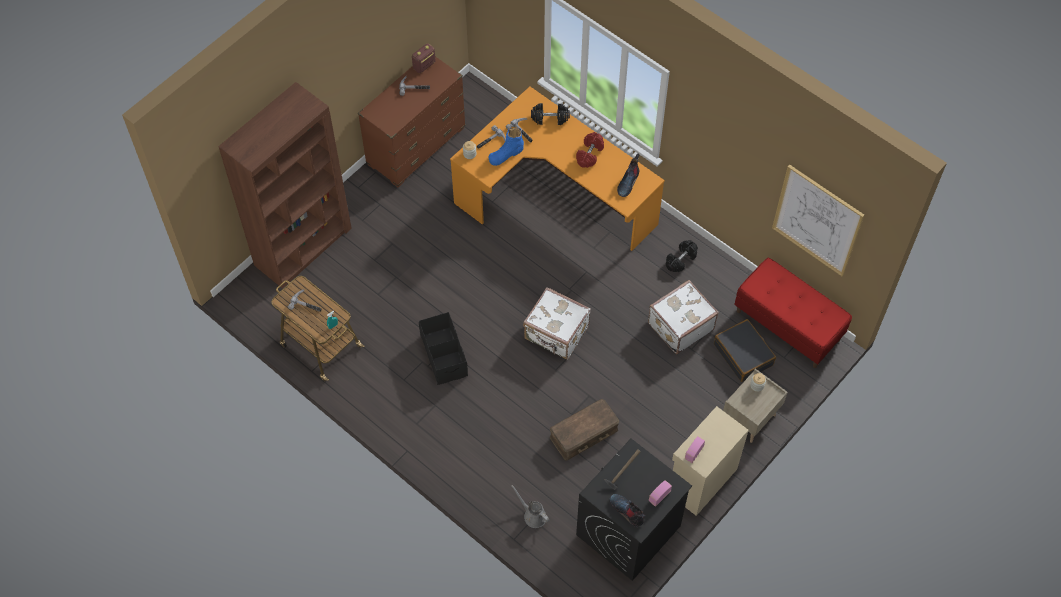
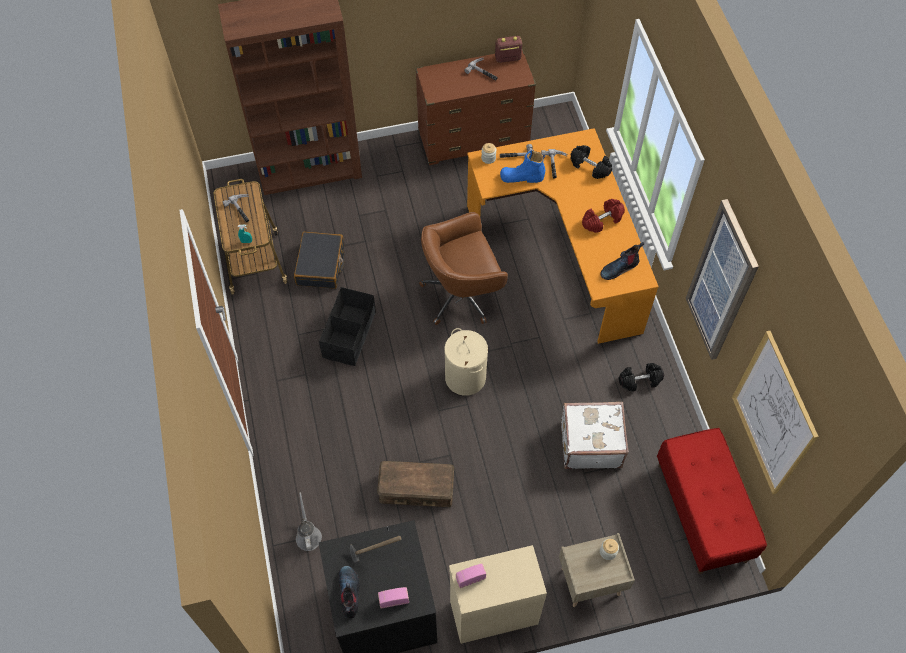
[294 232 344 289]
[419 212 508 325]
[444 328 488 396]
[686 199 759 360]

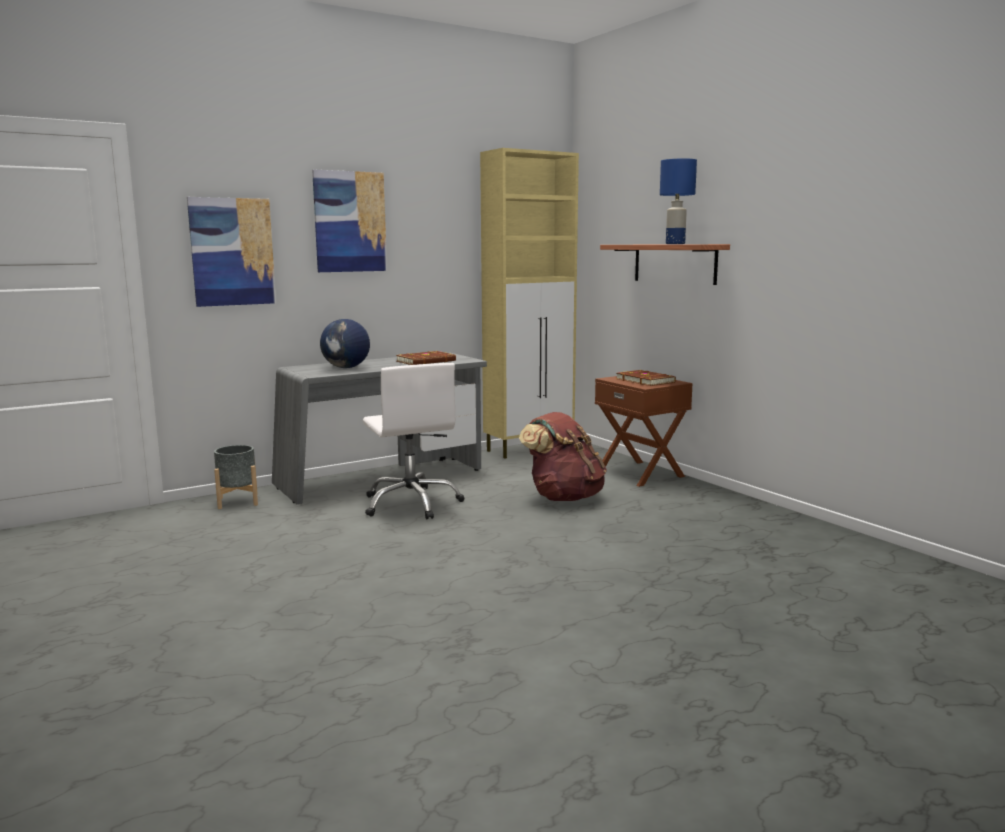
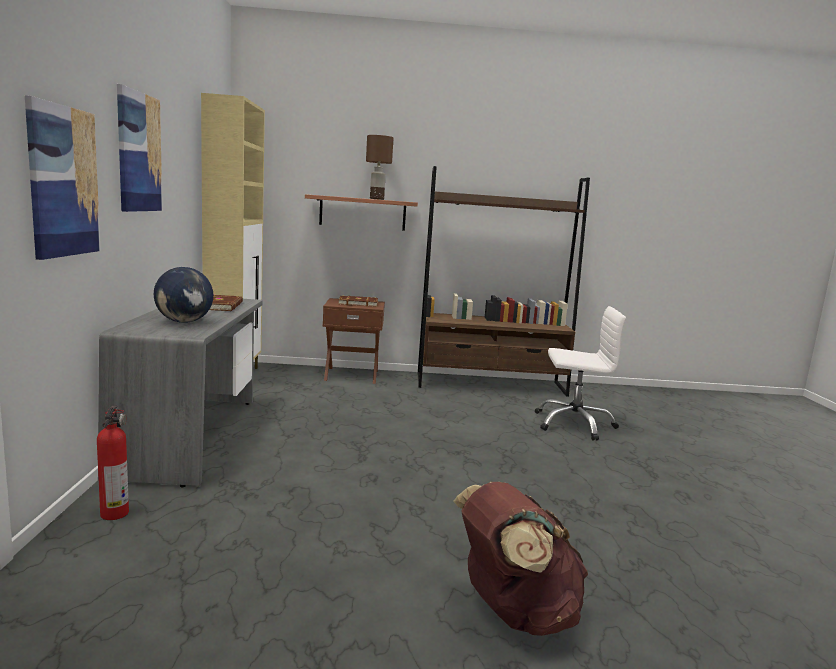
[97 405 129 520]
[366 135 393 200]
[418 166 590 397]
[453 482 588 636]
[535 306 626 440]

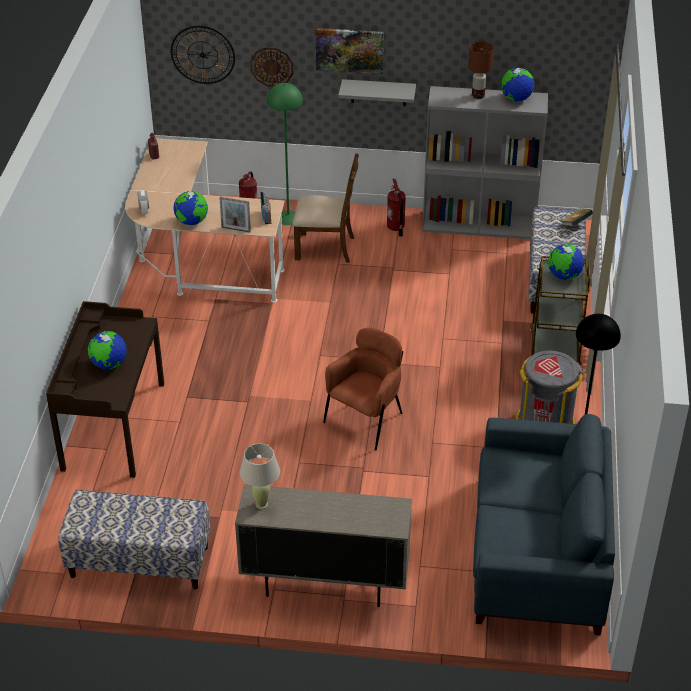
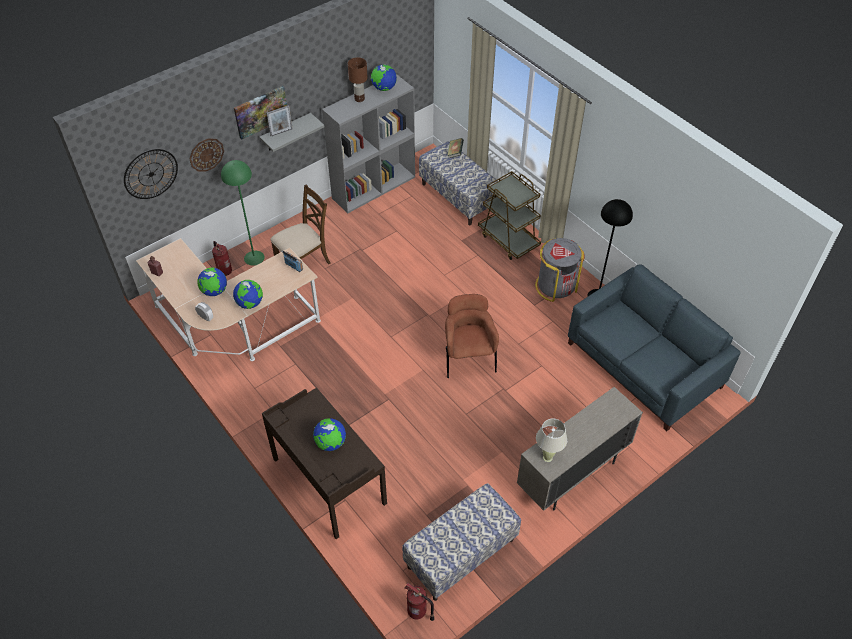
[197 268 227 296]
[267 105 293 136]
[404 583 434 621]

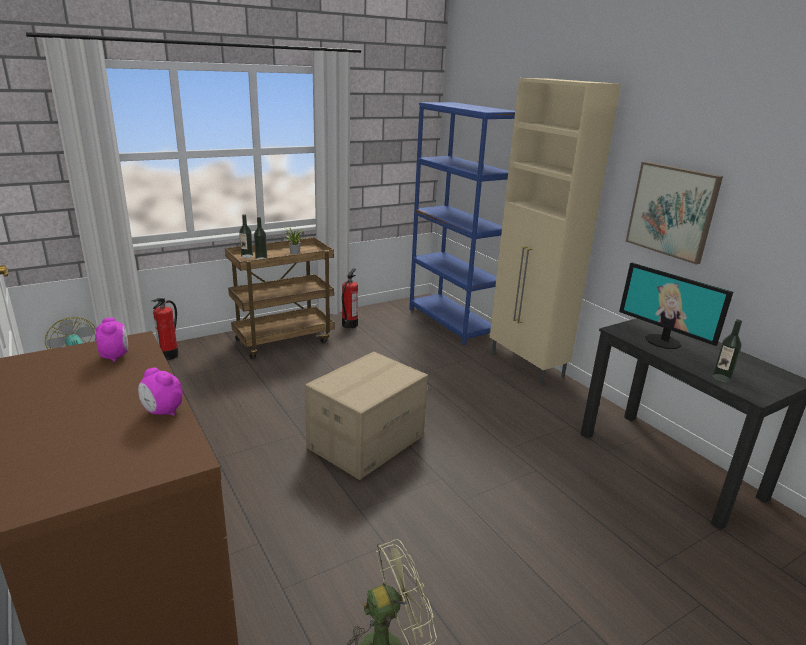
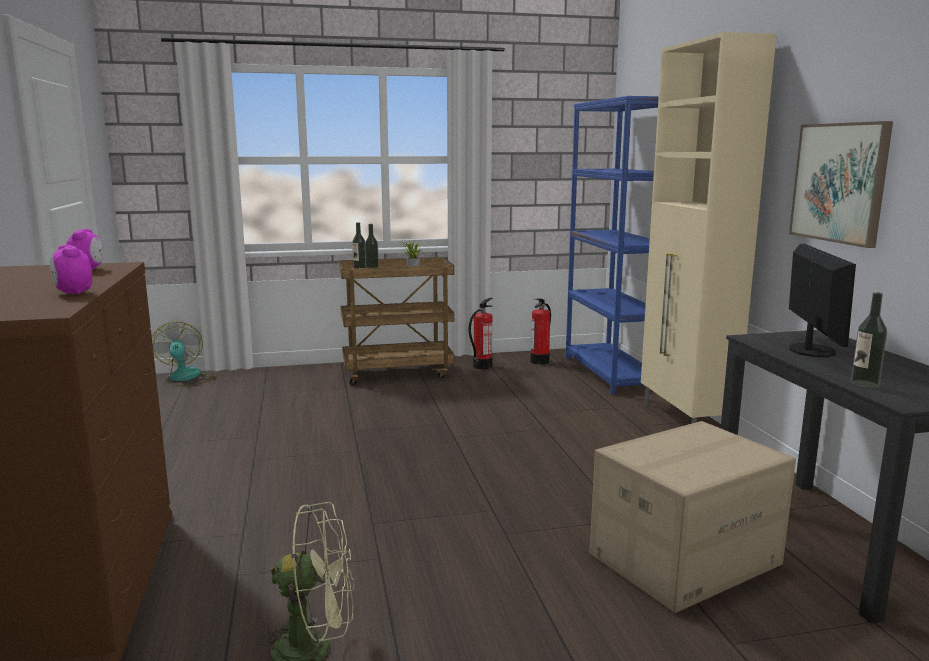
[530 298 551 365]
[590 421 796 613]
[789 244 856 357]

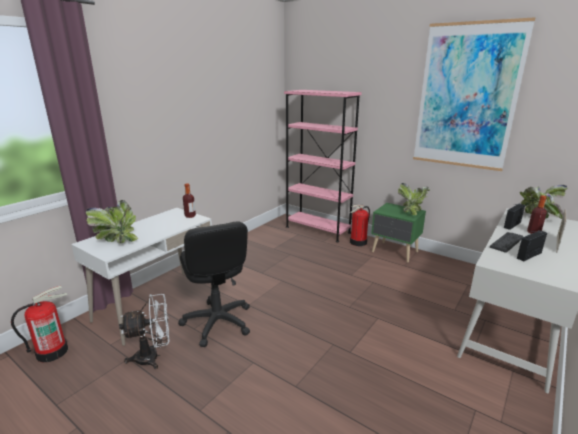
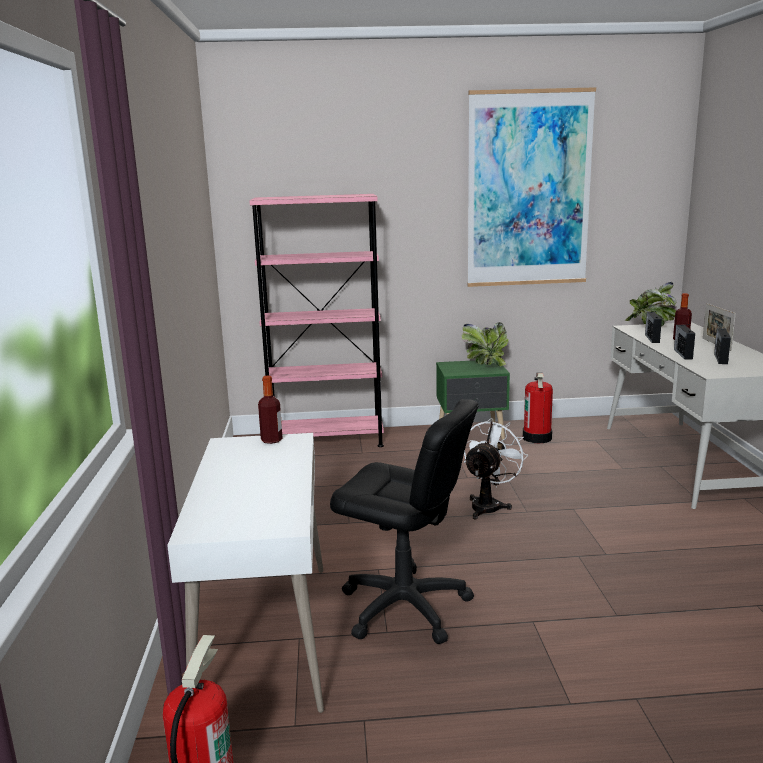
[464 418 528 520]
[523 373 553 443]
[674 324 695 359]
[86 200 138 243] (first image)

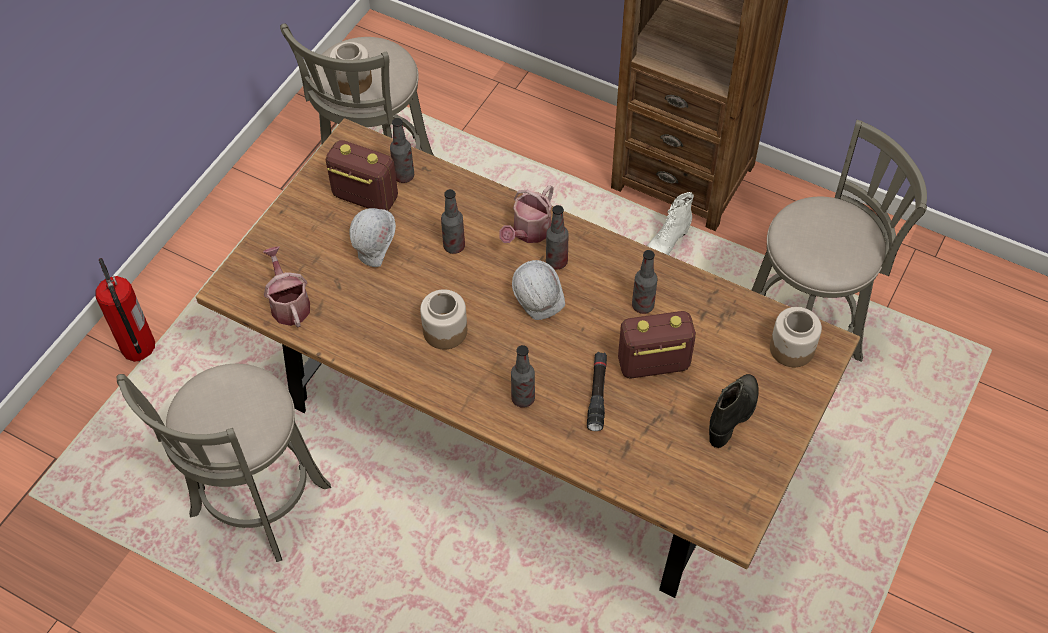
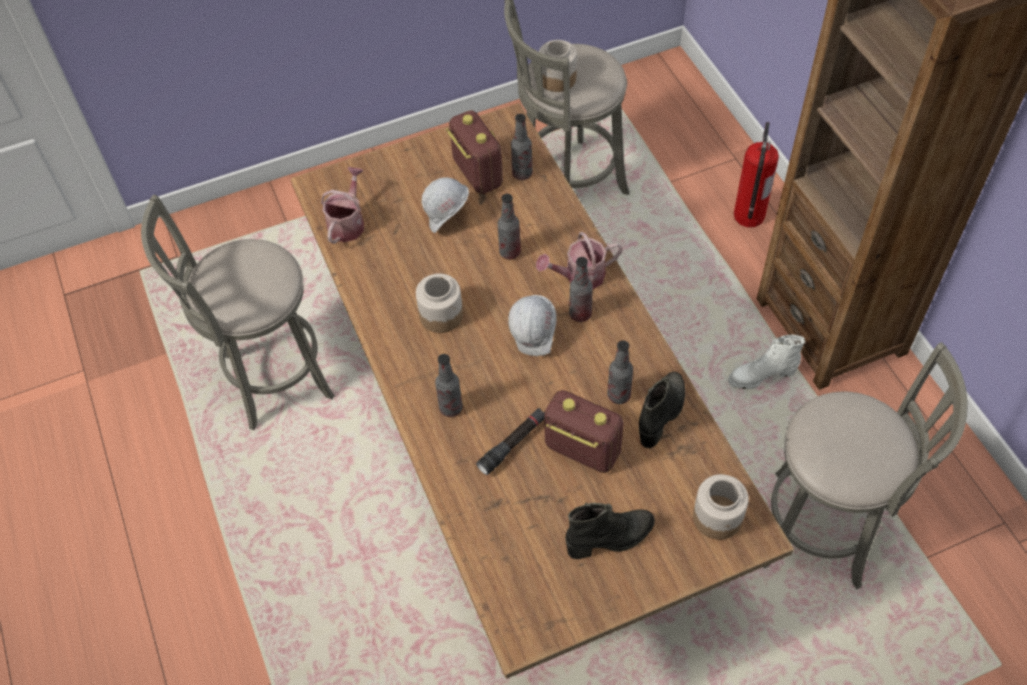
[639 372 685 448]
[734 122 779 227]

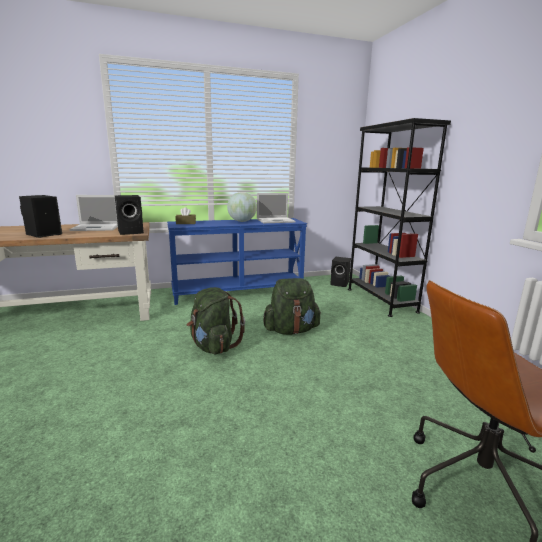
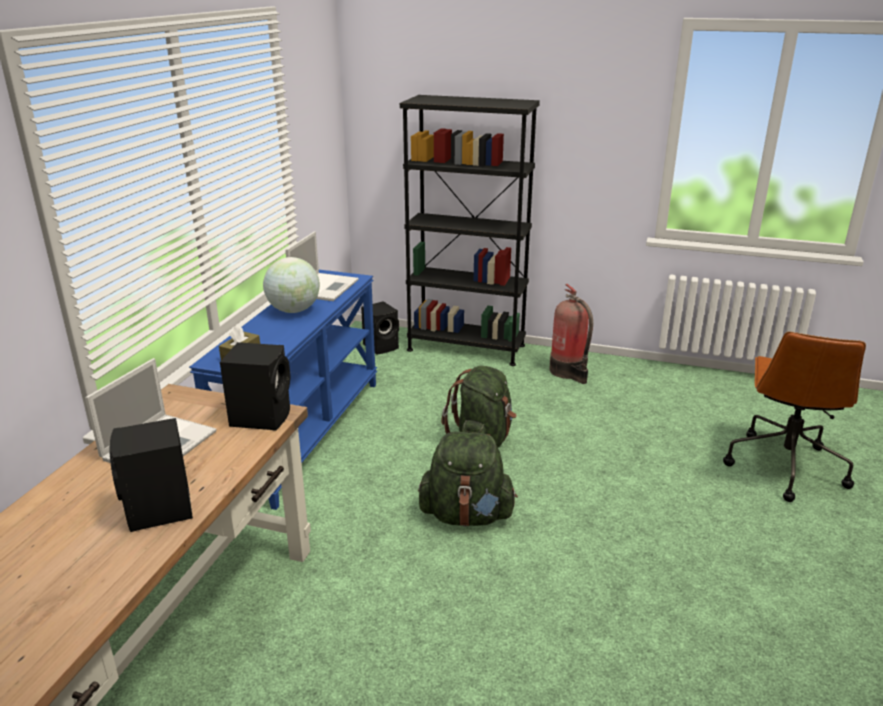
[549 284 593 384]

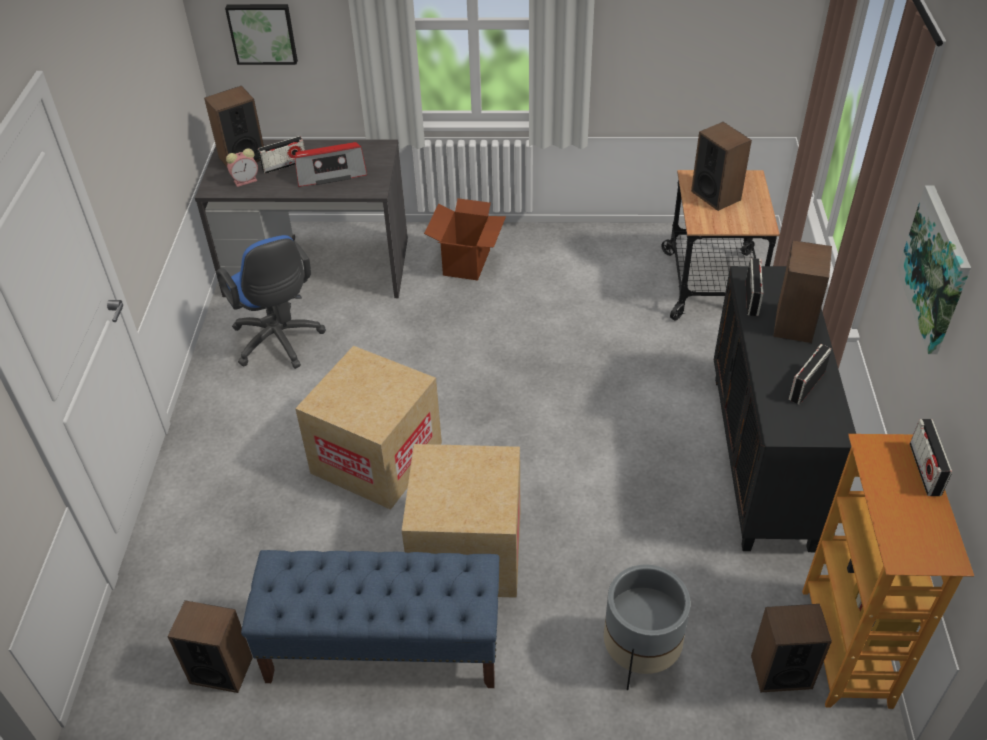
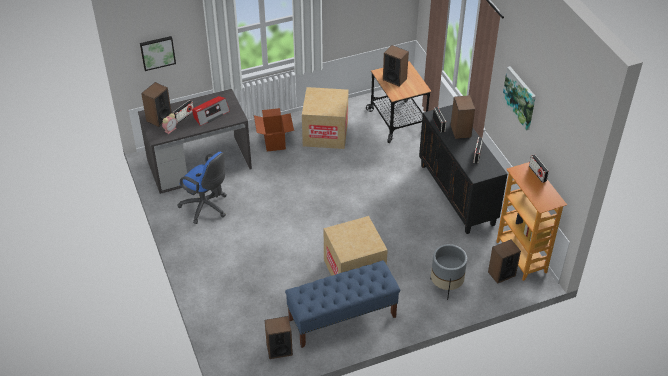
[302 87 348 149]

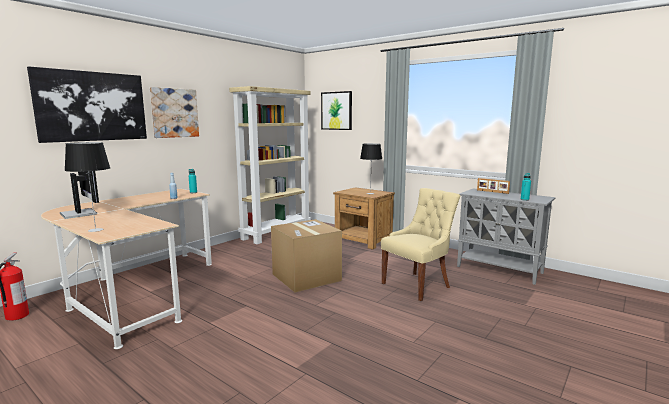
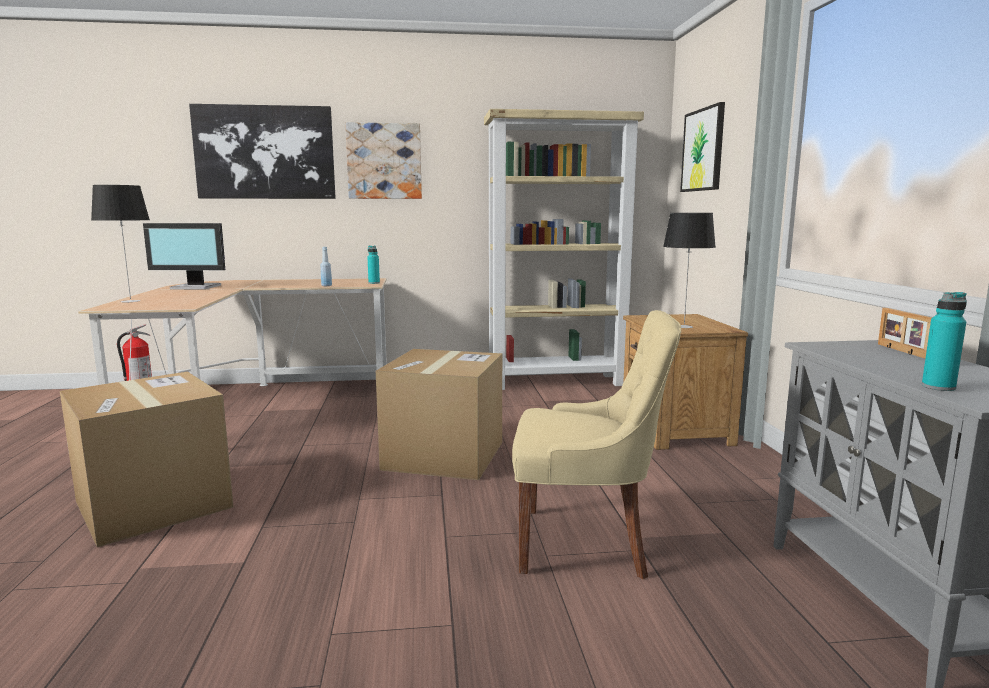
[60 372 233 547]
[143 223 225 289]

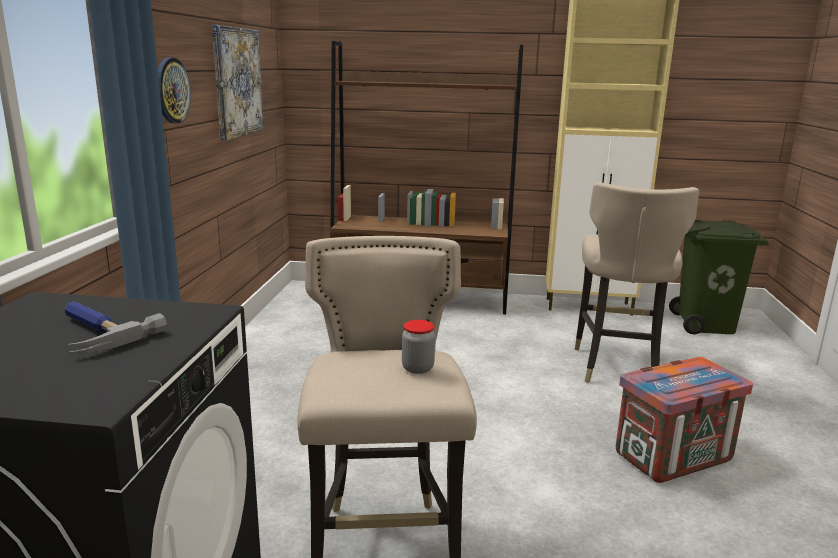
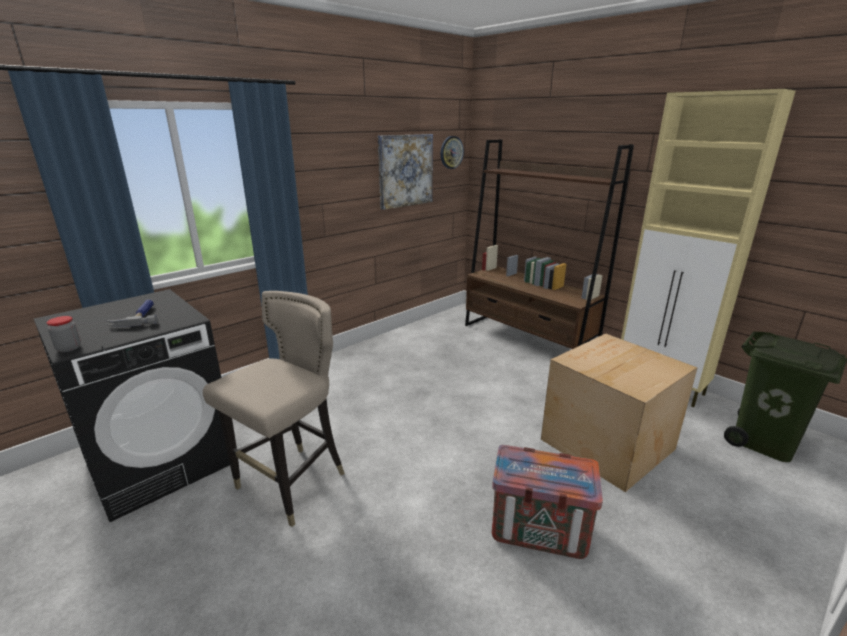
[47 316 81 352]
[441 136 464 169]
[541 334 698 492]

